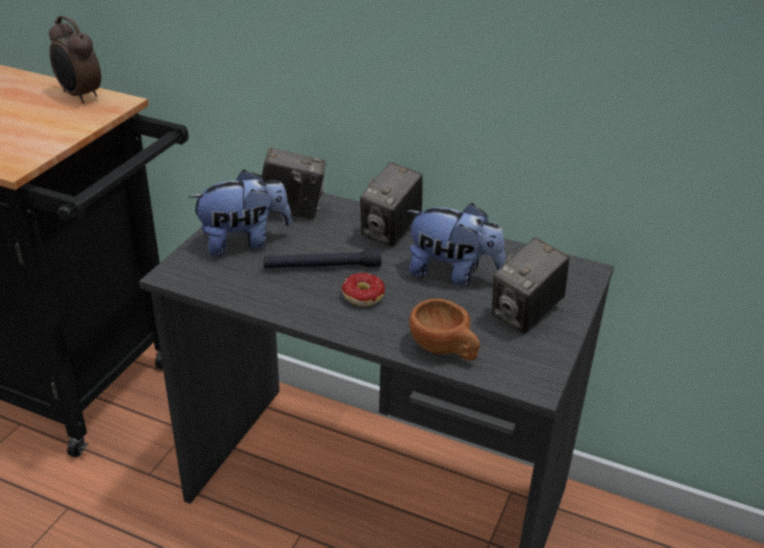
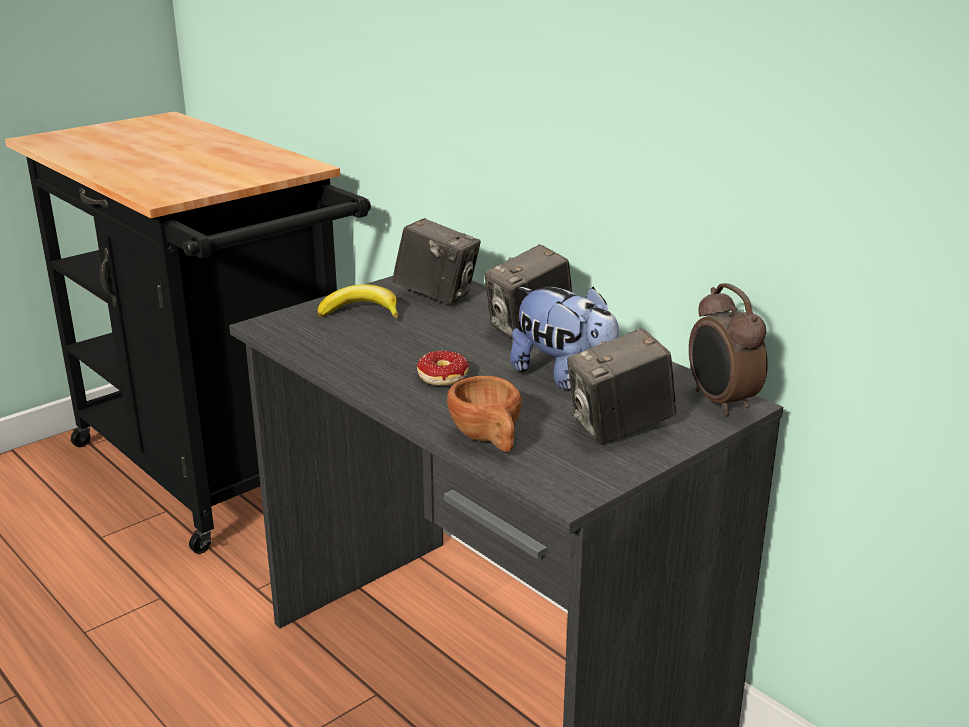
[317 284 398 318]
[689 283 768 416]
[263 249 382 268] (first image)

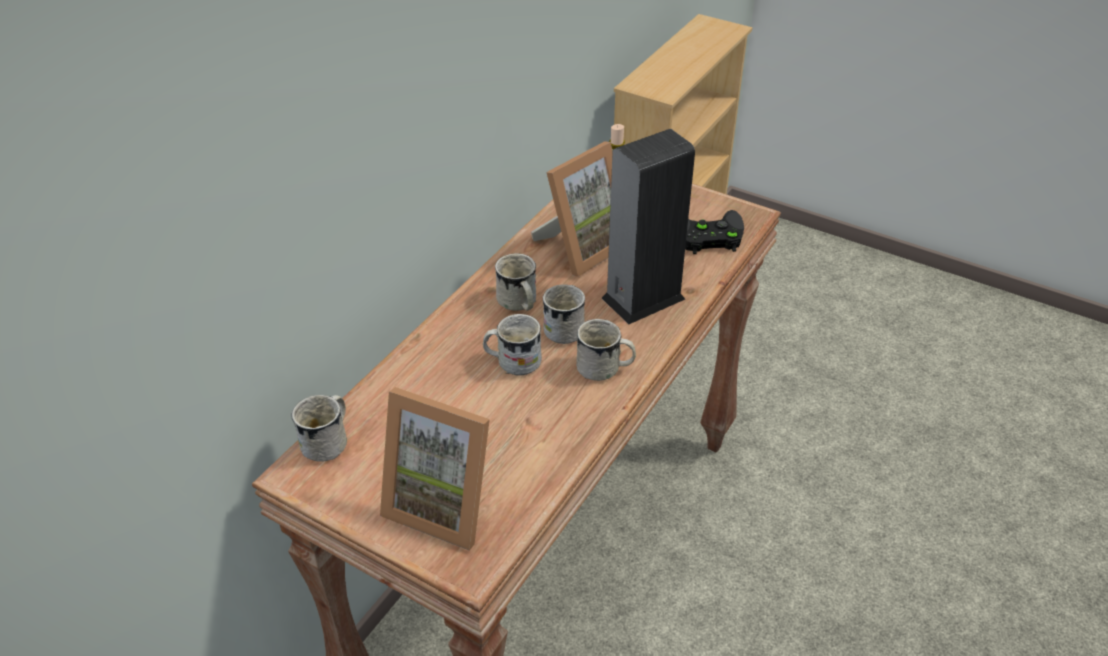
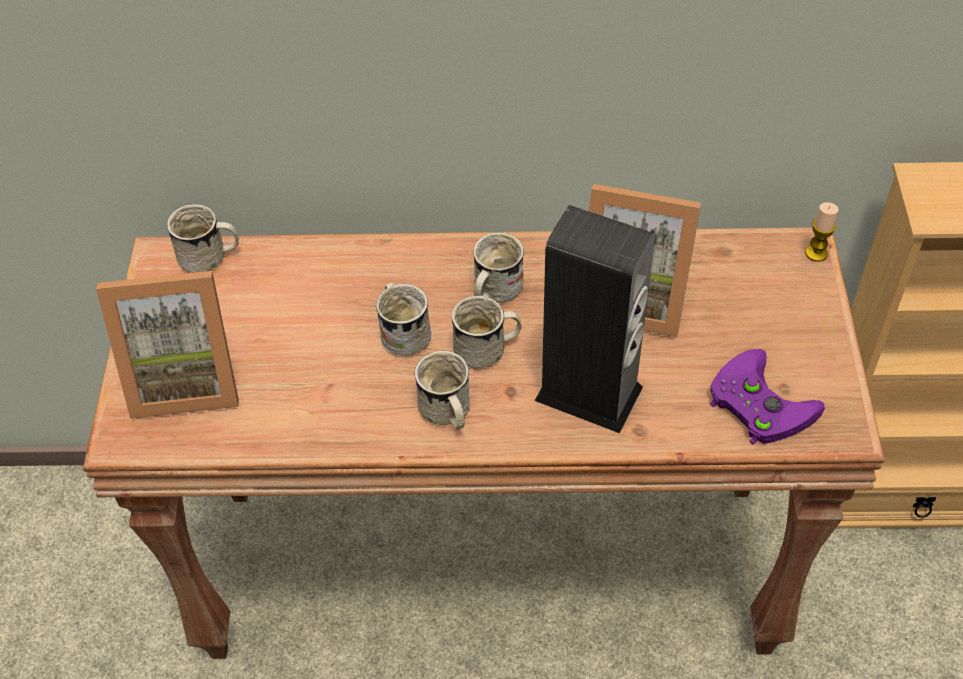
[96 271 239 419]
[710 349 825 445]

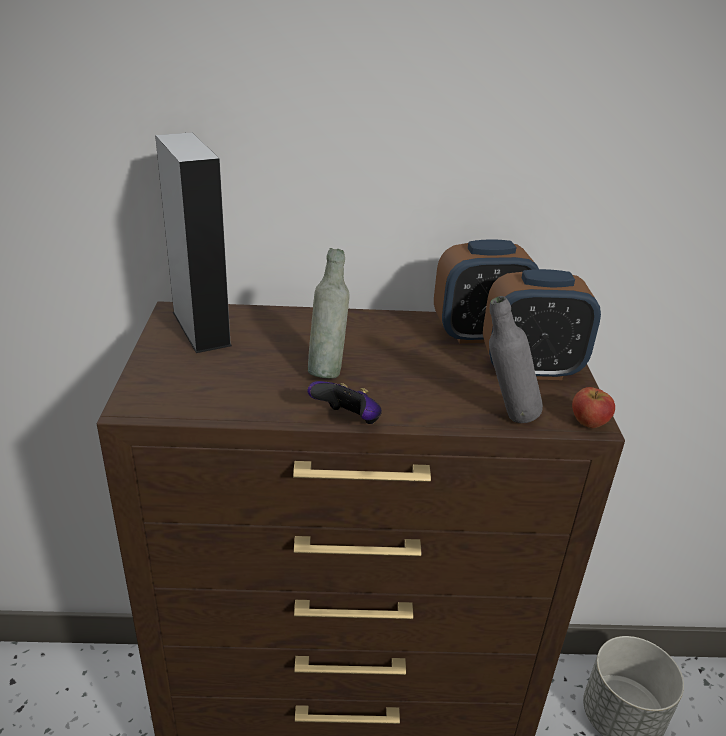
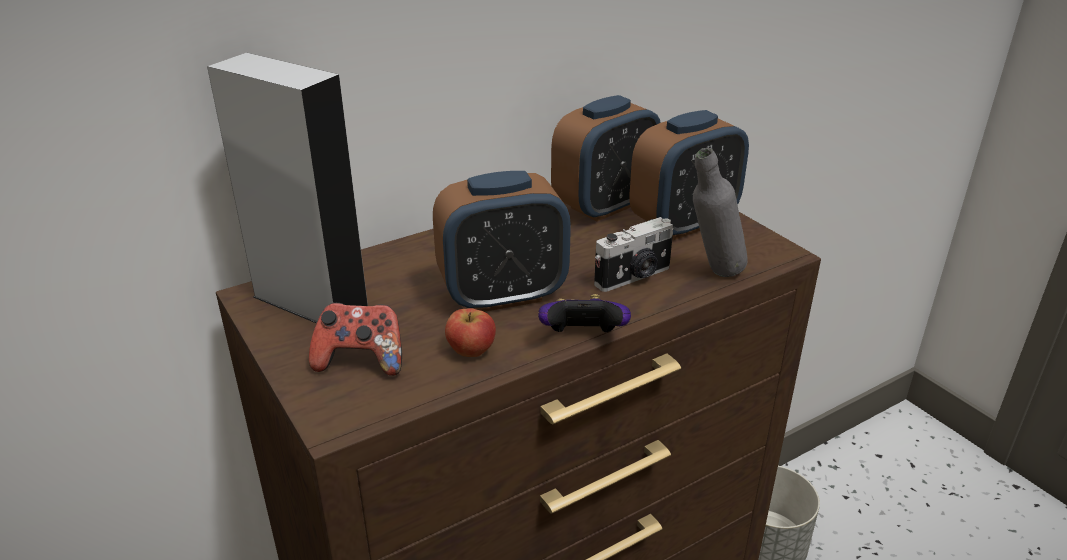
[309 303 402 376]
[433 171 571 312]
[445 308 496 357]
[594 217 673 292]

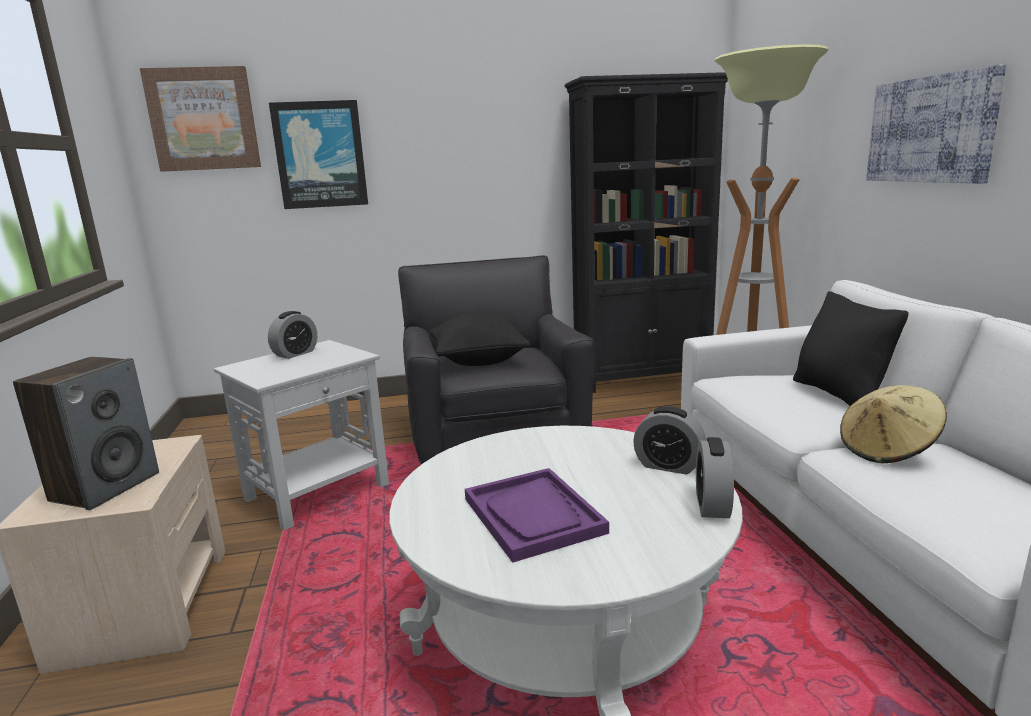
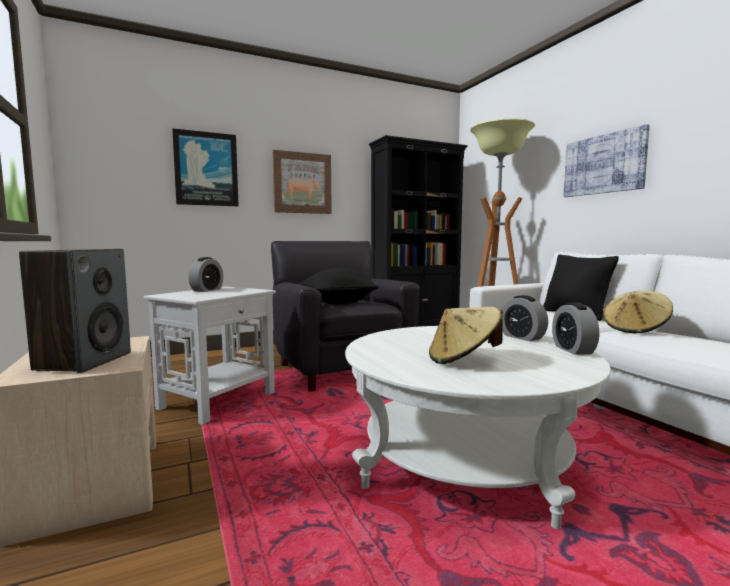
[272 150 332 214]
[429 307 503 364]
[501 295 548 341]

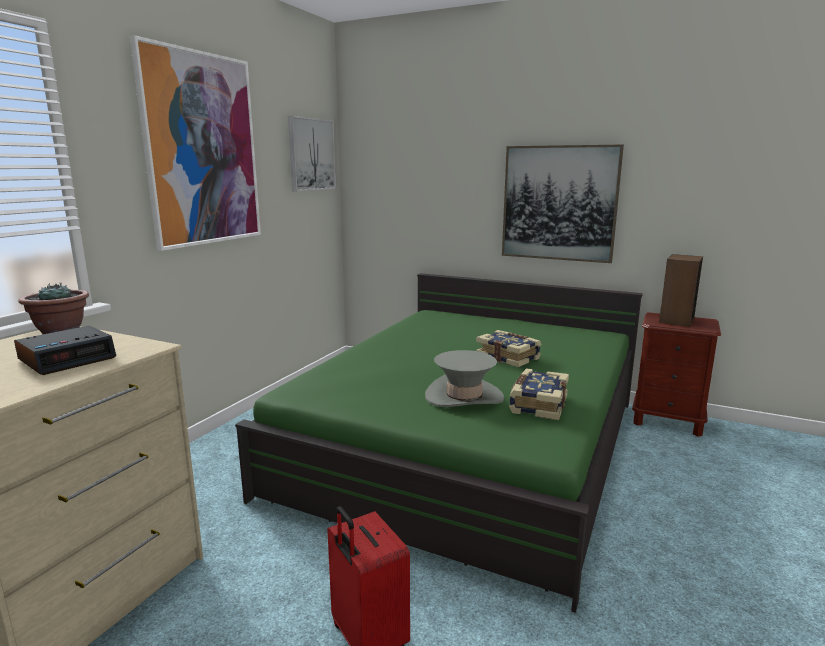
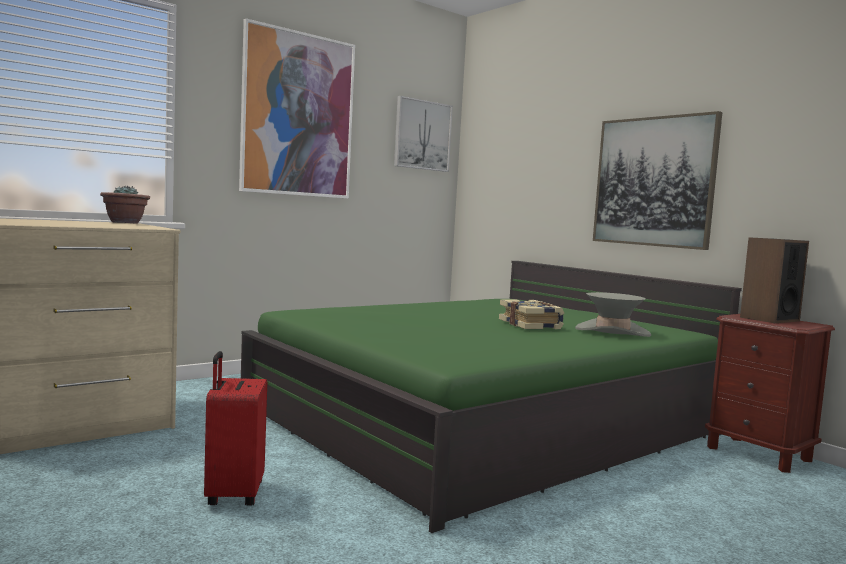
[575 292 651 337]
[14 325 116 375] (first image)
[509 368 569 420] (first image)

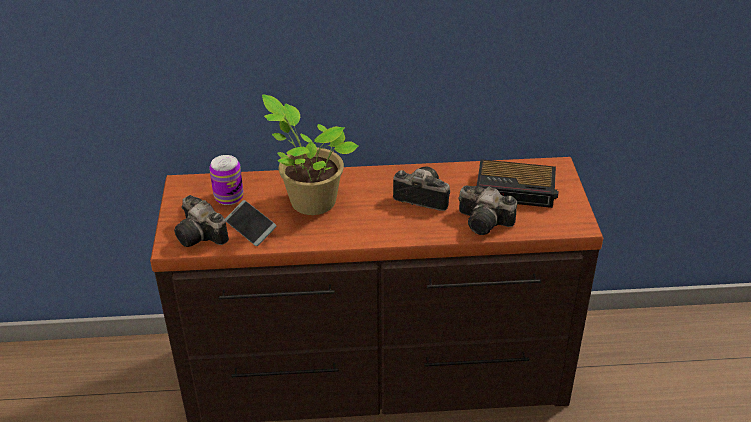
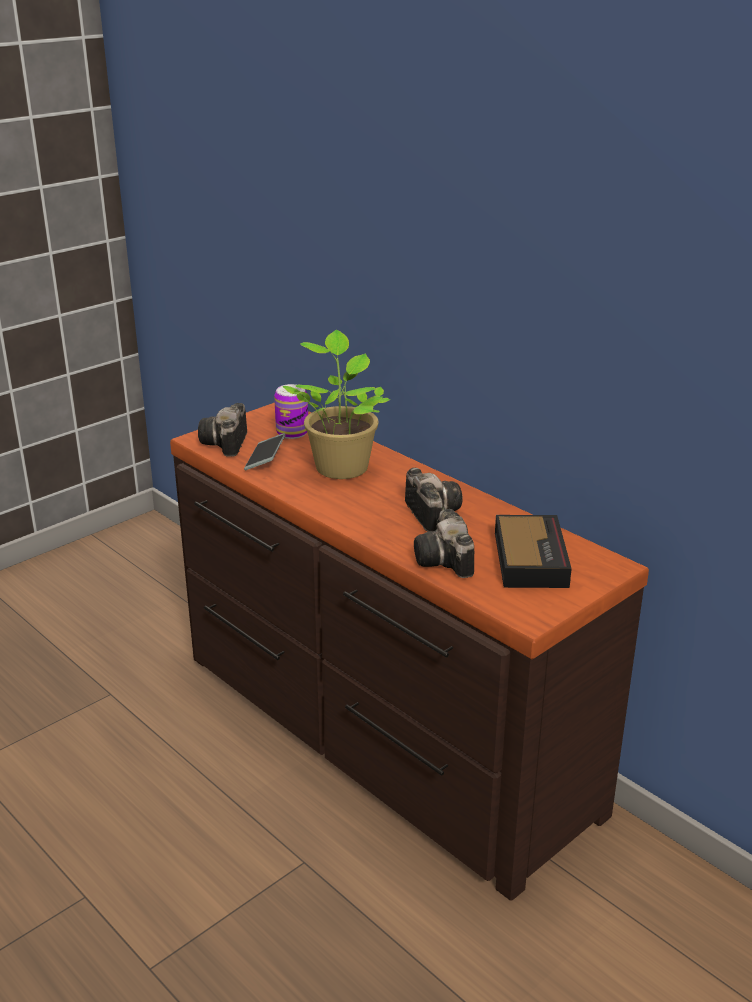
[495 515 572 588]

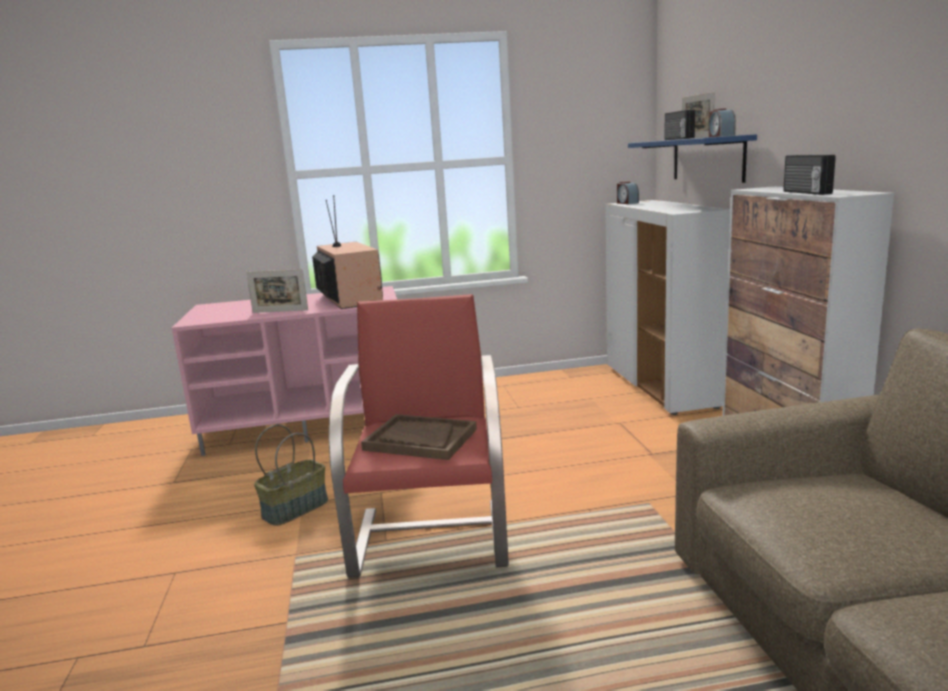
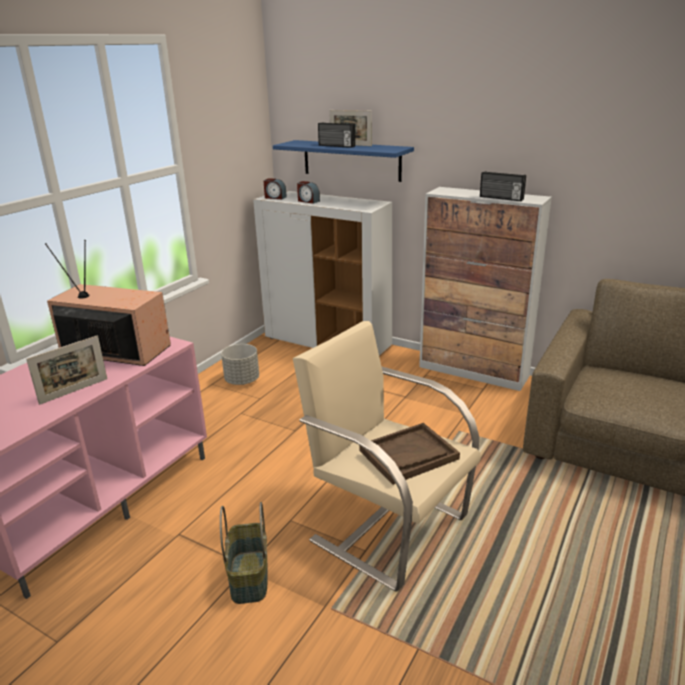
[221 344 259 385]
[293 321 481 592]
[297 181 320 204]

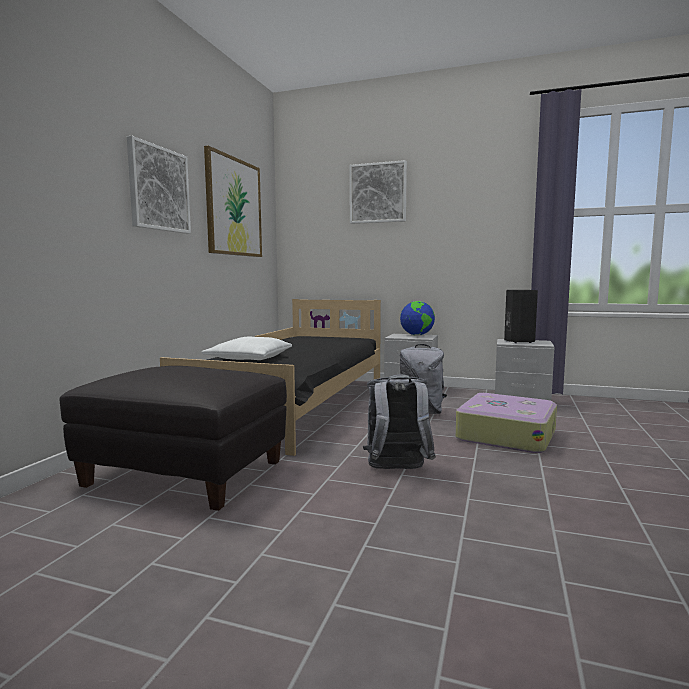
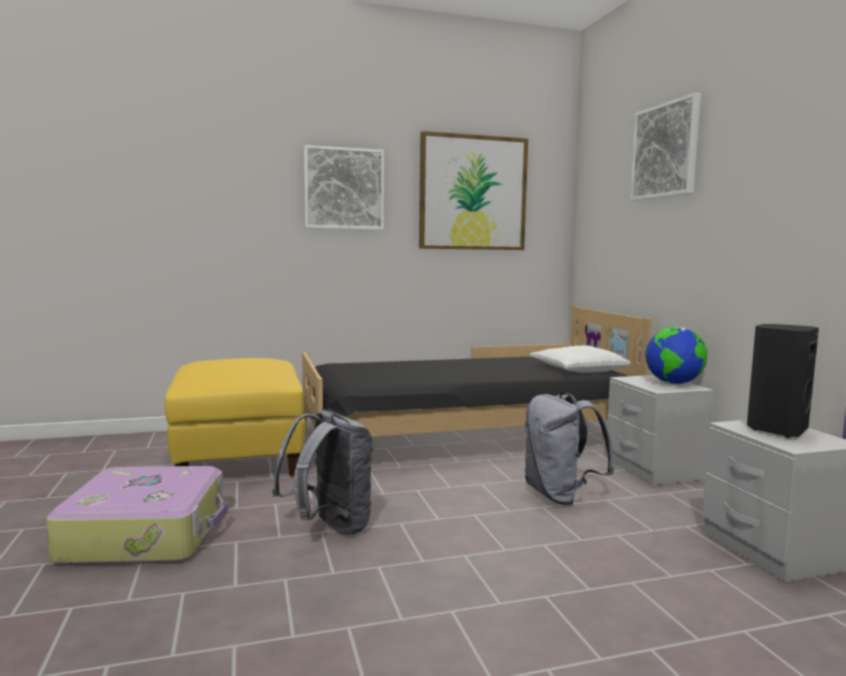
[46 466 228 565]
[165 358 305 477]
[530 345 631 373]

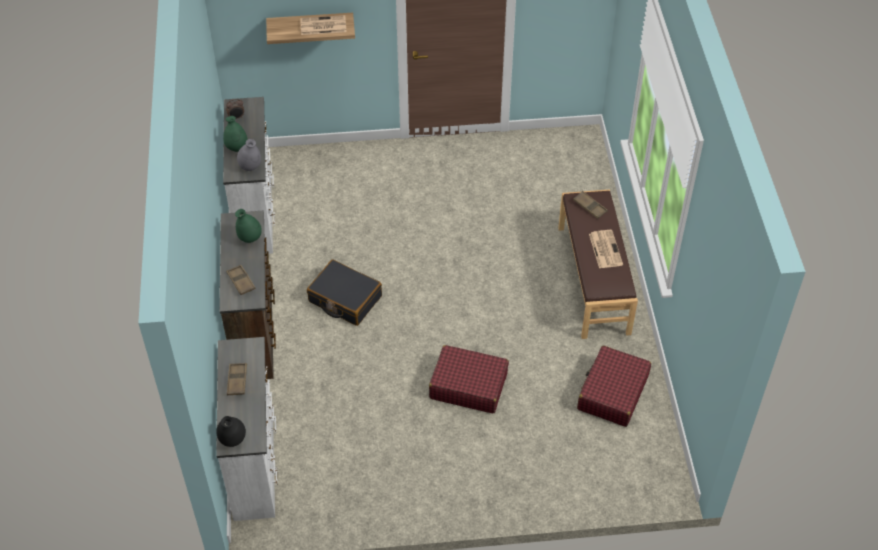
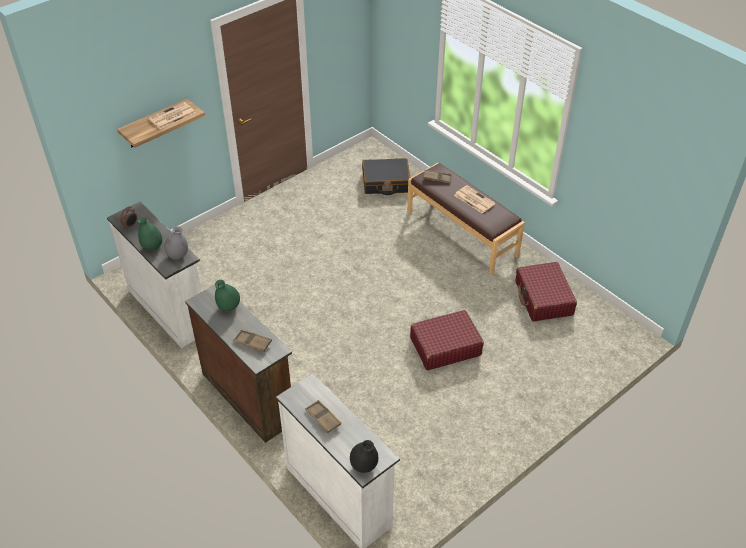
[362 158 410 195]

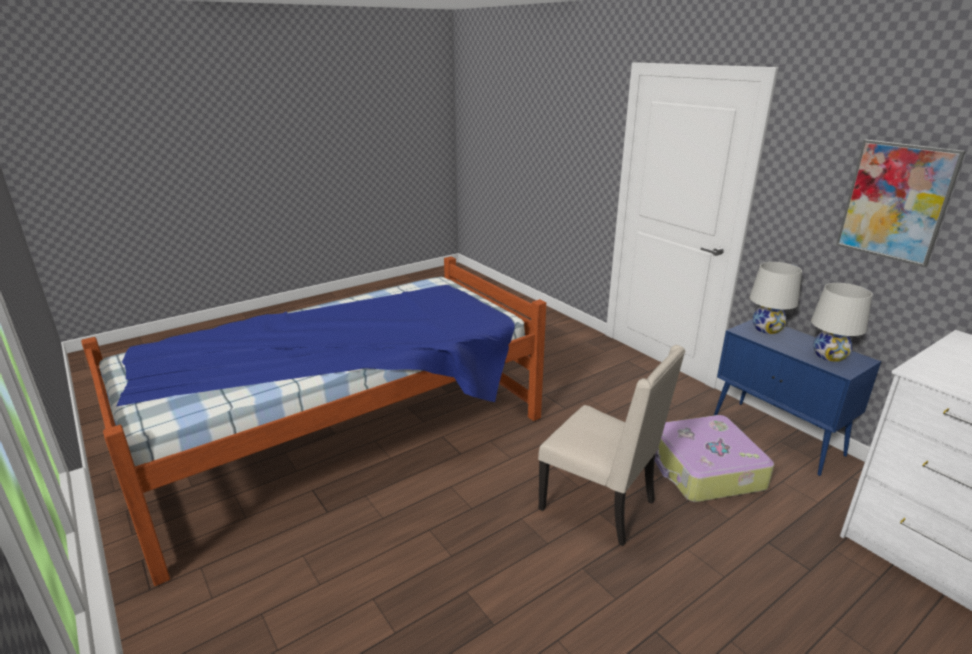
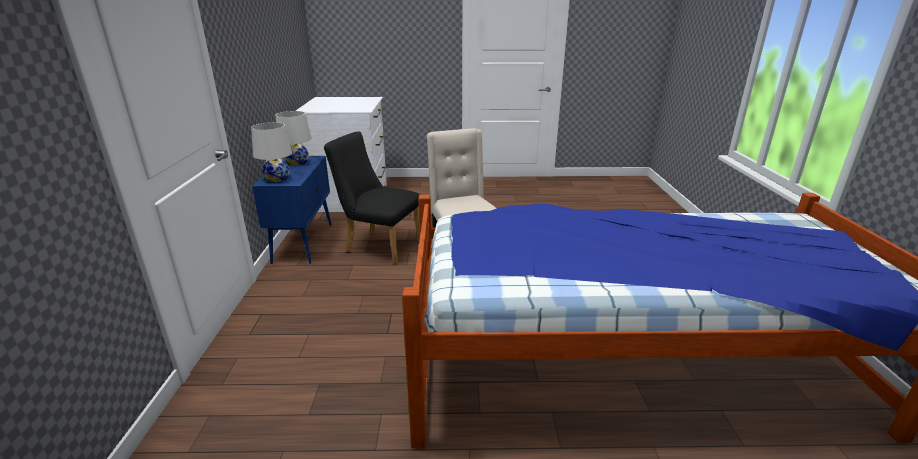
[324 131 420 264]
[836 140 966 267] (first image)

